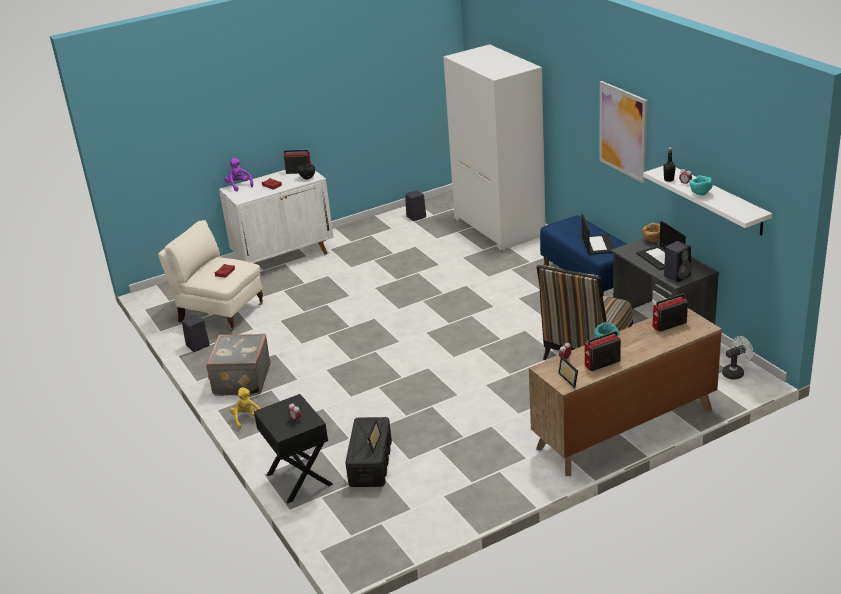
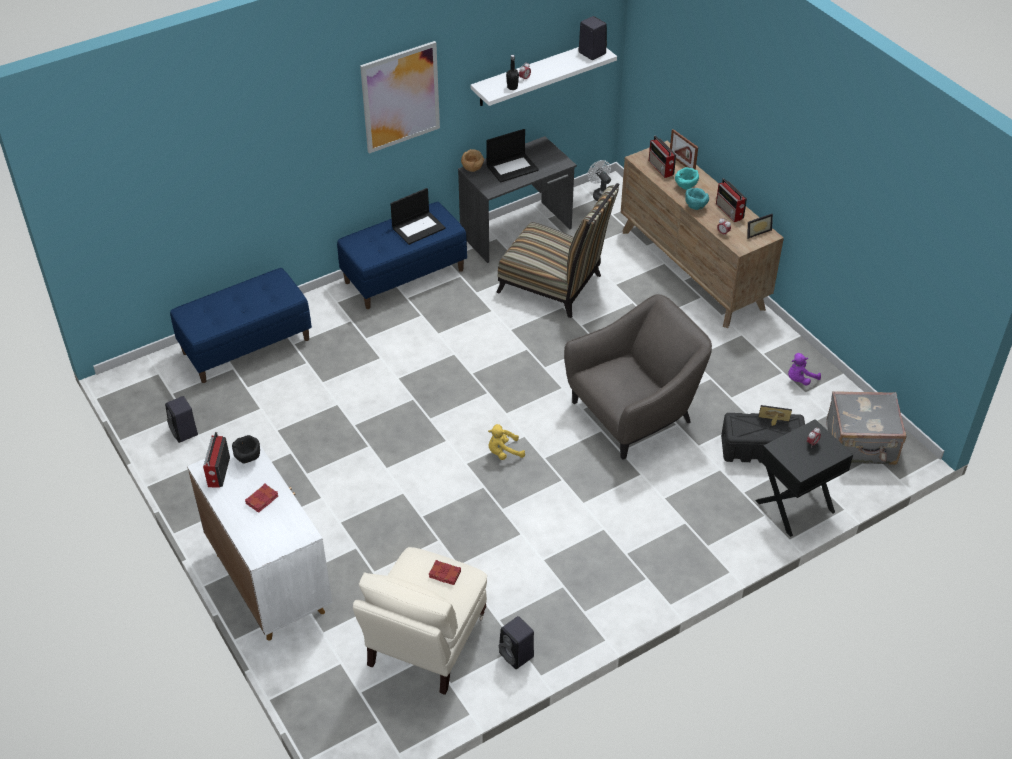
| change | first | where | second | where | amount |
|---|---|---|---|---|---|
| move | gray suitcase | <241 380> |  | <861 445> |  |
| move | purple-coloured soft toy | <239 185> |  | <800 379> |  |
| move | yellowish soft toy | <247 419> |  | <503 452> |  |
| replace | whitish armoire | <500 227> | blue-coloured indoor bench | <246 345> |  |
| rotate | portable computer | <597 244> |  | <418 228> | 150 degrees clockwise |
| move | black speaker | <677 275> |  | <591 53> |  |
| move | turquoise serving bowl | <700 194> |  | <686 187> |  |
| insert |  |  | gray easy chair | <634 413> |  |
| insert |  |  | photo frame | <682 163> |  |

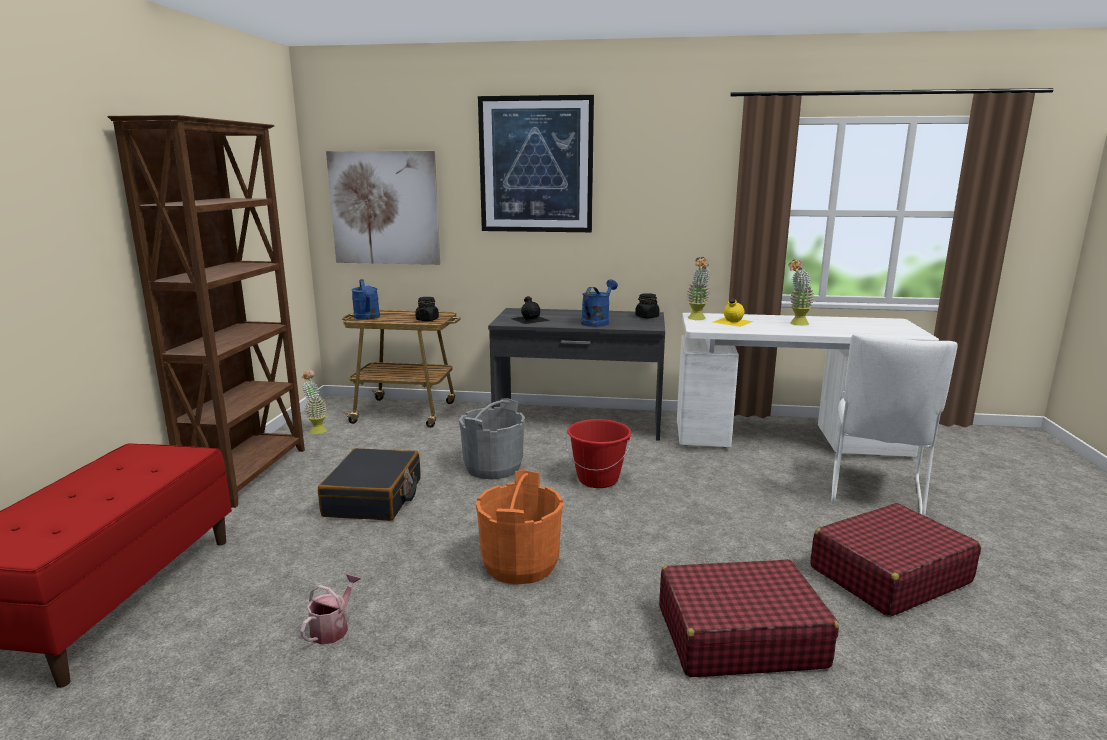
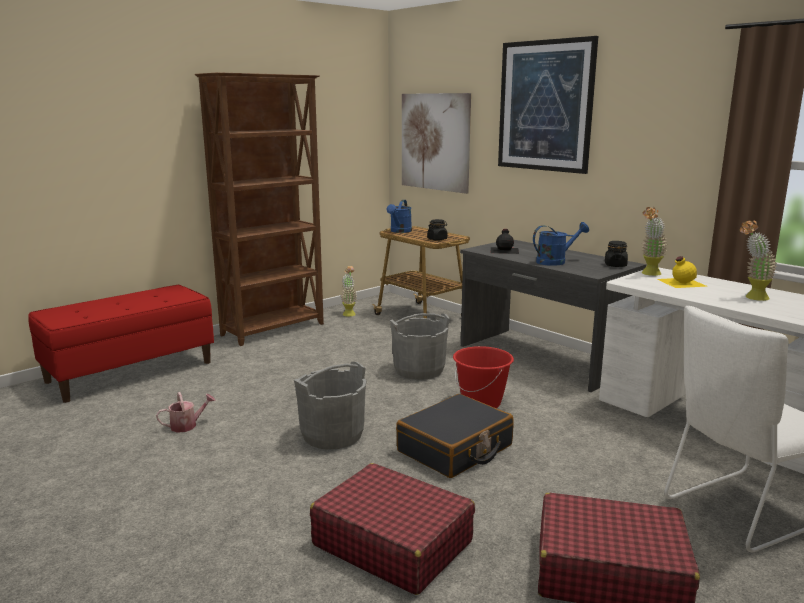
| change | first | where | second | where | amount |
|---|---|---|---|---|---|
| move | black suitcase | <374 498> |  | <455 449> |  |
| recolor | orangey pail | <520 564> | gray pail | <332 435> |  |

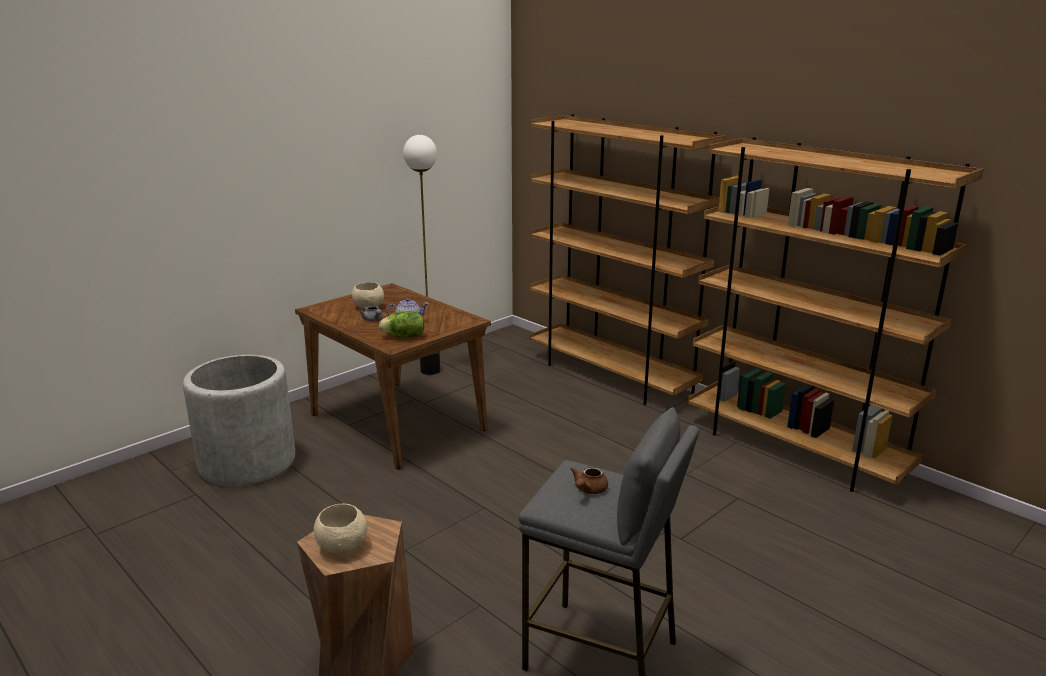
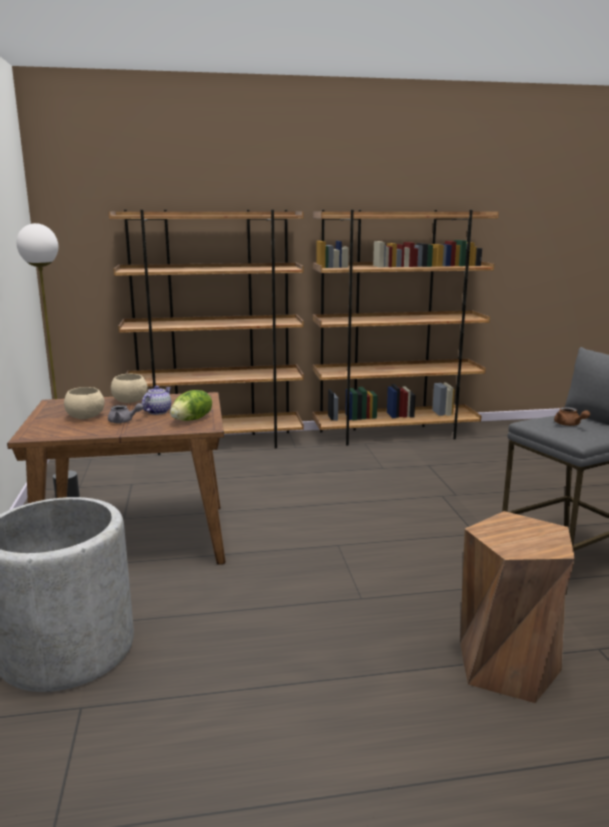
| change | first | where | second | where | amount |
|---|---|---|---|---|---|
| move | beige serving bowl | <341 546> |  | <130 401> |  |

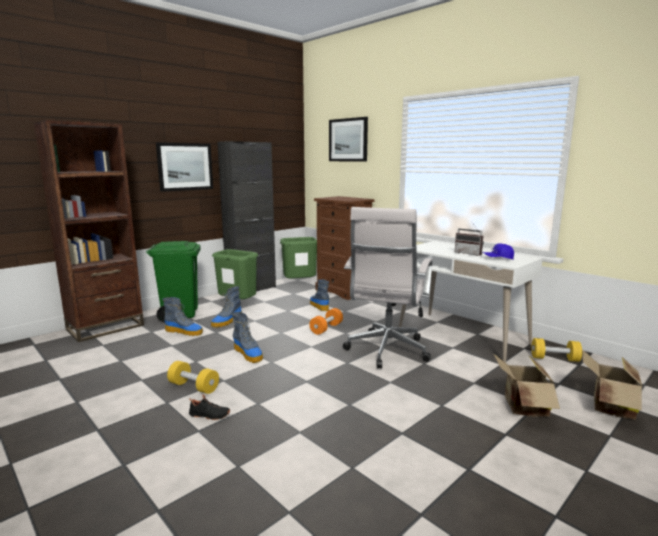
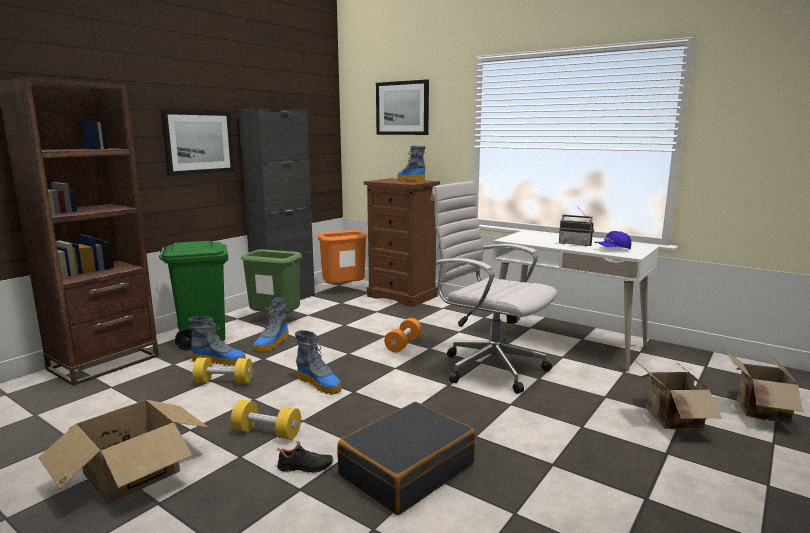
| change | first | where | second | where | amount |
|---|---|---|---|---|---|
| recolor | greenish rubbish bin | <300 284> | orangey rubbish bin | <344 290> |  |
| move | tall boot | <318 306> |  | <410 180> |  |
| rotate | whitish desk chair | <386 351> |  | <489 367> | 120 degrees clockwise |
| move | yellowish hand weight | <554 359> |  | <224 382> |  |
| insert |  |  | cardboard box | <131 472> |  |
| insert |  |  | black suitcase | <406 470> |  |

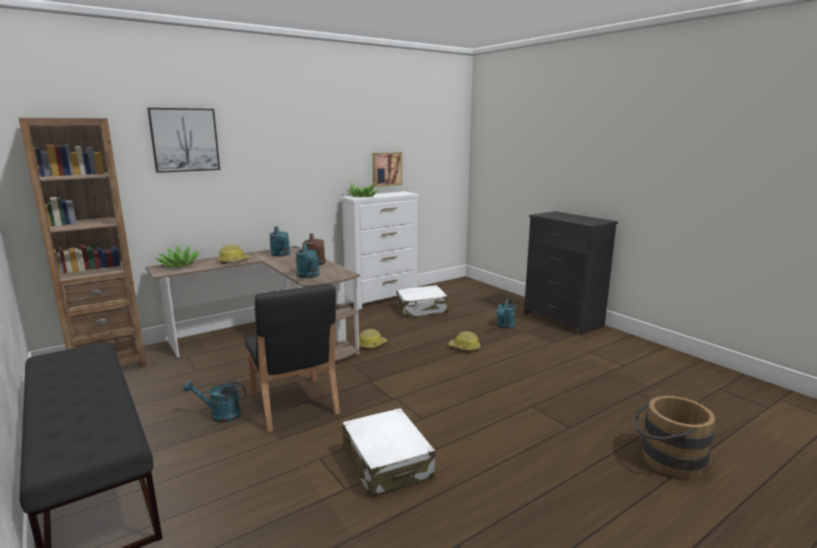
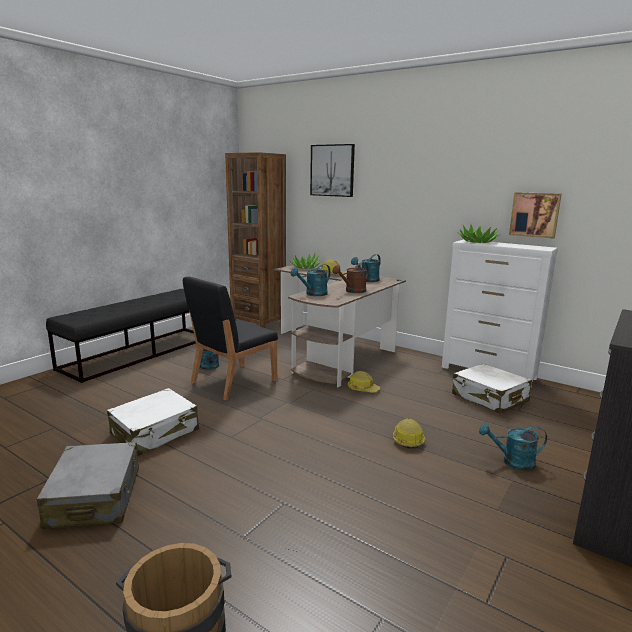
| change | first | where | second | where | amount |
|---|---|---|---|---|---|
| insert |  |  | gray suitcase | <95 497> |  |

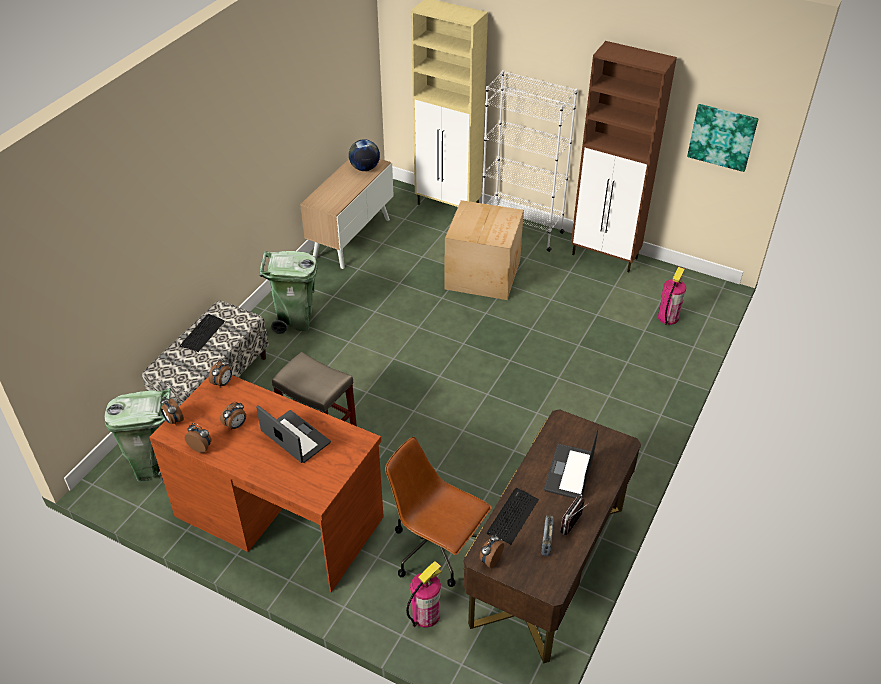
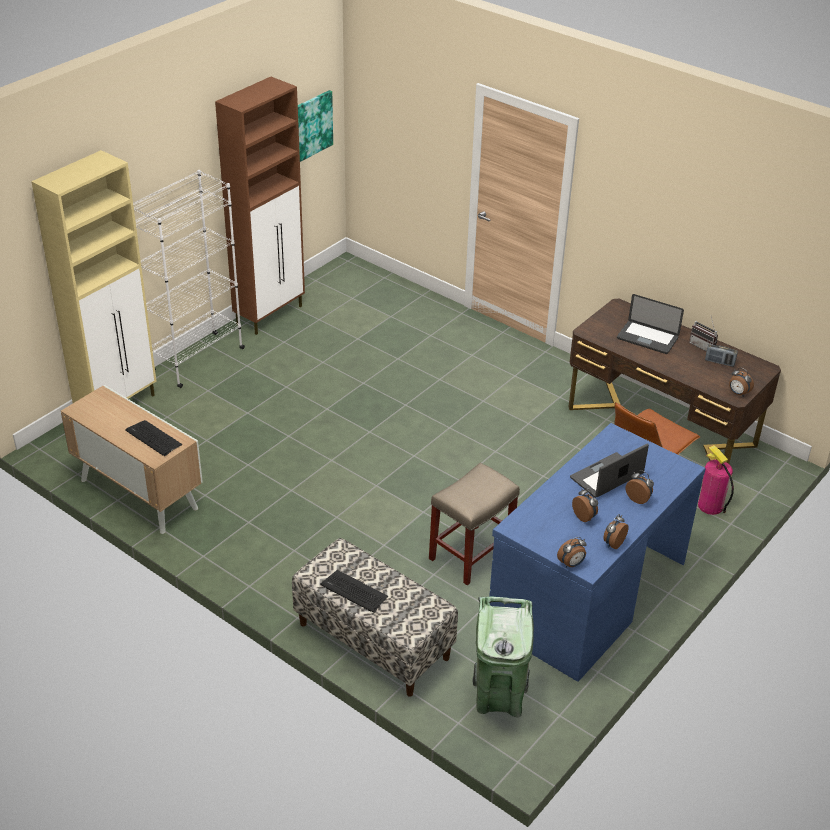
| change | first | where | second | where | amount |
|---|---|---|---|---|---|
| recolor | brownish desk | <279 515> | blue-coloured desk | <586 594> |  |
| move | table clock | <223 383> |  | <638 499> |  |
| delete | greenish rubbish bin | <295 320> |  |  |  |
| delete | world globe | <365 168> |  |  |  |
| delete | cardboard box | <484 274> |  |  |  |
| move | keyboard | <512 516> |  | <153 438> |  |
| delete | fire-fighting cylinder | <668 317> |  |  |  |

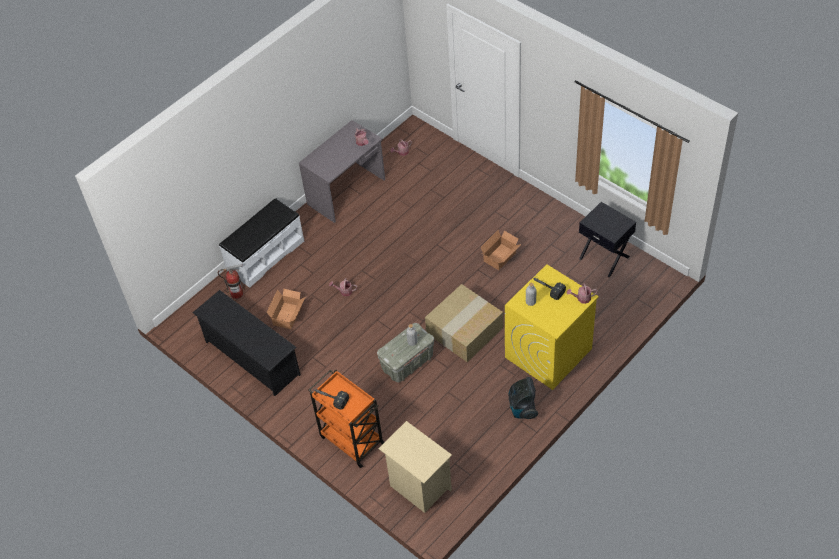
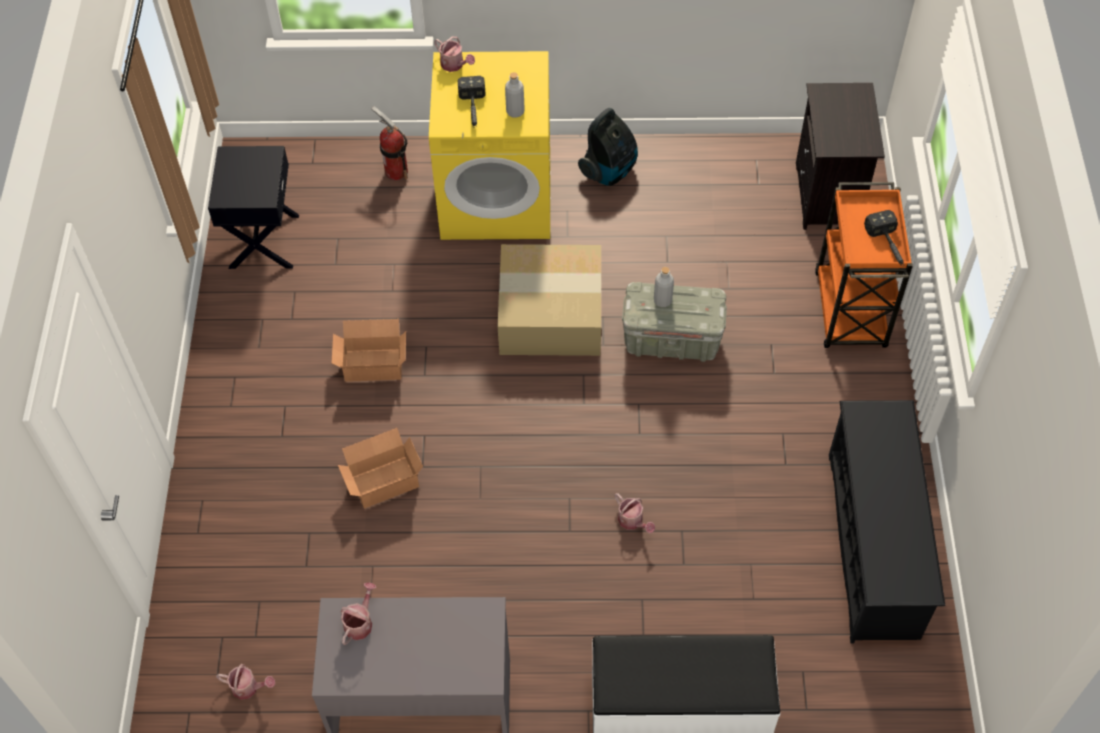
| change | first | where | second | where | amount |
|---|---|---|---|---|---|
| move | fire-fighting cylinder | <237 293> |  | <396 171> |  |
| move | cardboard box | <289 315> |  | <382 480> |  |
| recolor | beige bedside table | <418 487> | black bedside table | <829 196> |  |

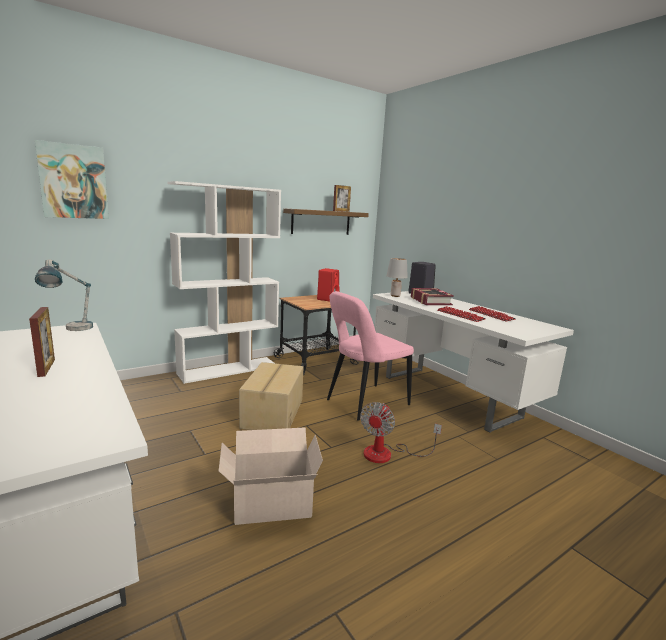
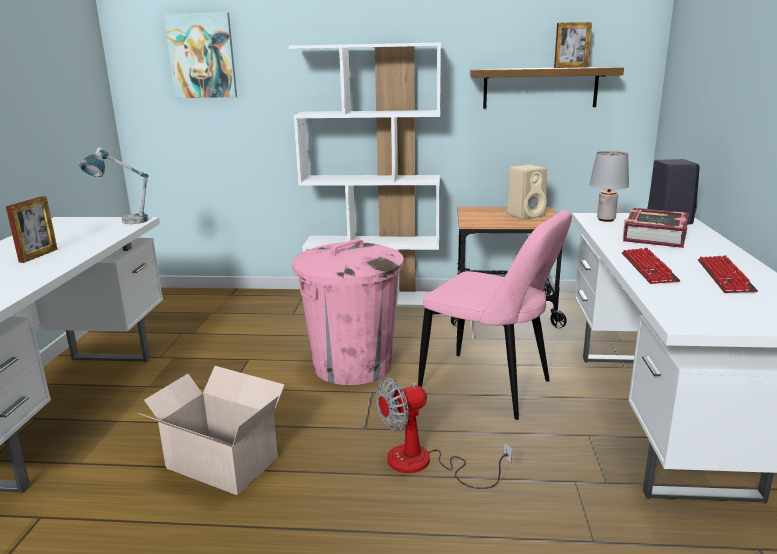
| change | first | where | second | where | amount |
|---|---|---|---|---|---|
| replace | cardboard box | <272 413> | pink rubbish bin | <352 365> |  |
| recolor | red speaker | <327 299> | beige speaker | <526 215> |  |
| rotate | pink chair | <364 403> |  | <490 387> | 150 degrees counterclockwise |

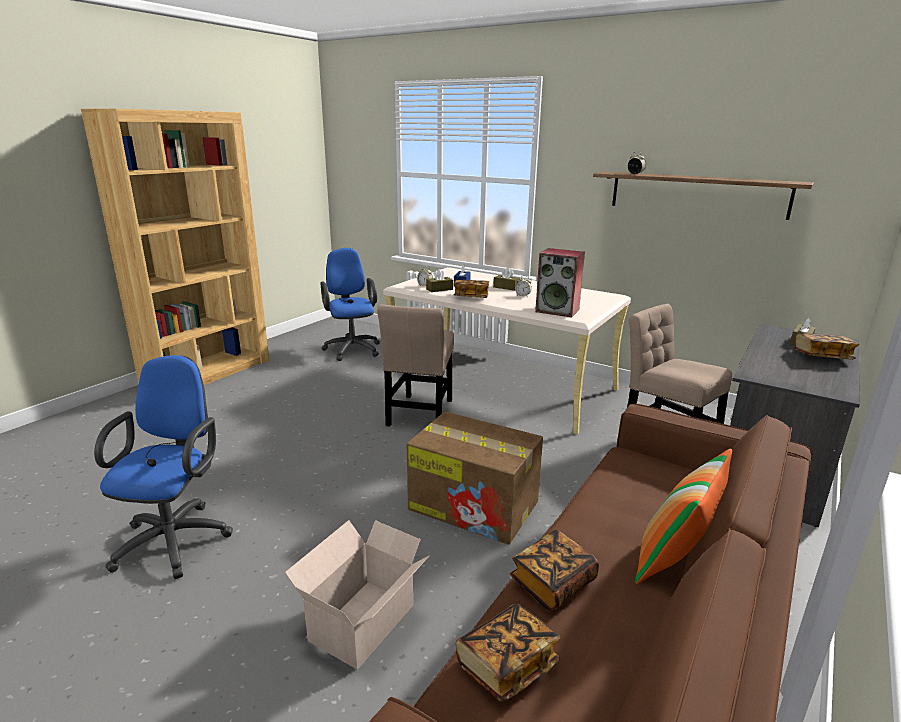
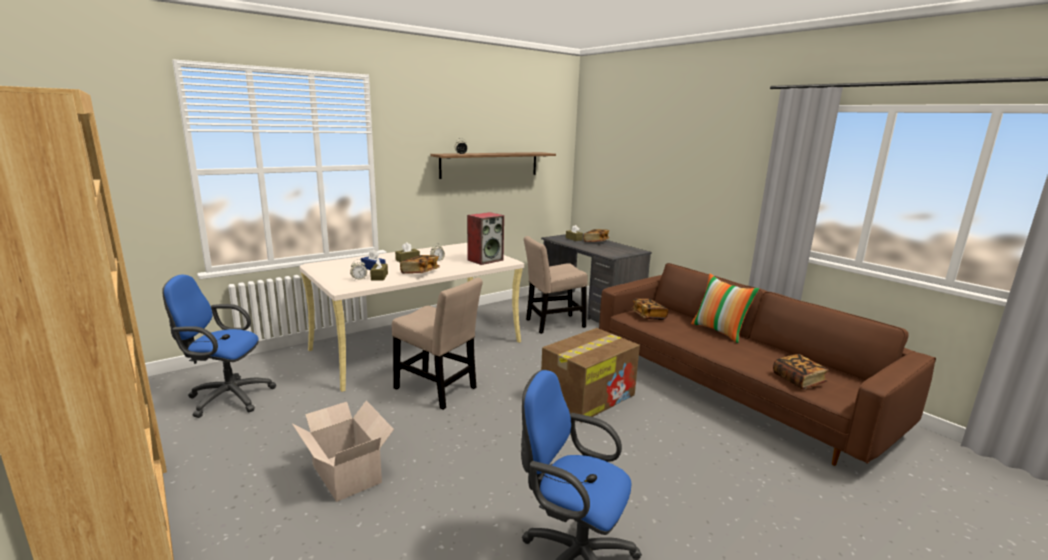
| change | first | where | second | where | amount |
|---|---|---|---|---|---|
| move | cardboard box | <365 620> |  | <346 472> |  |
| move | bound book | <552 583> |  | <648 316> |  |

